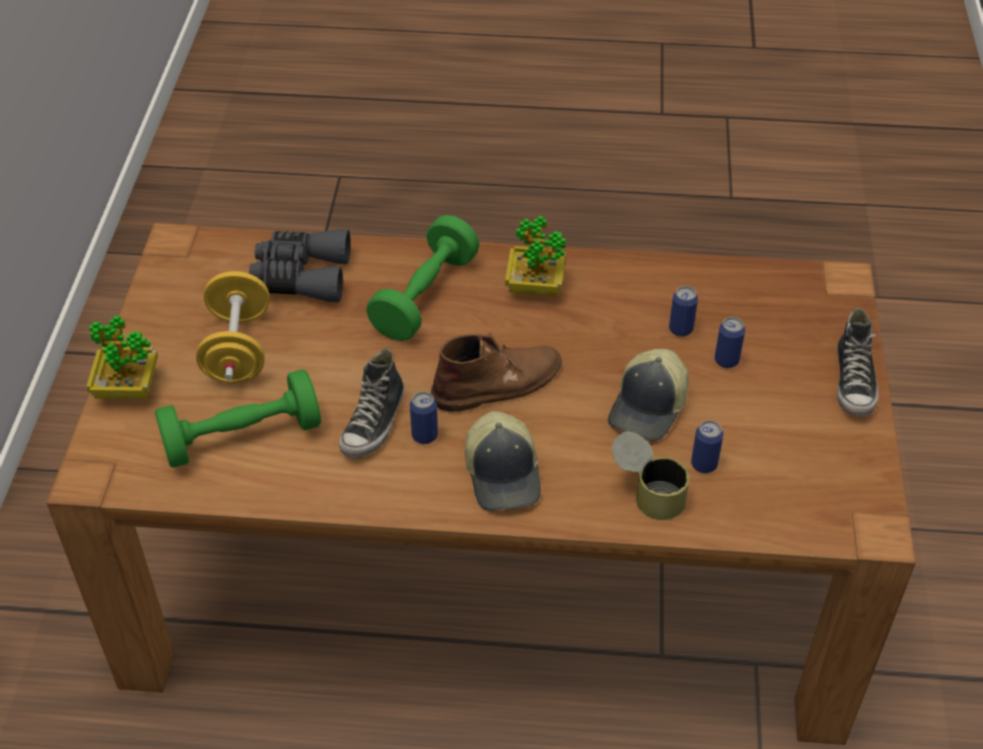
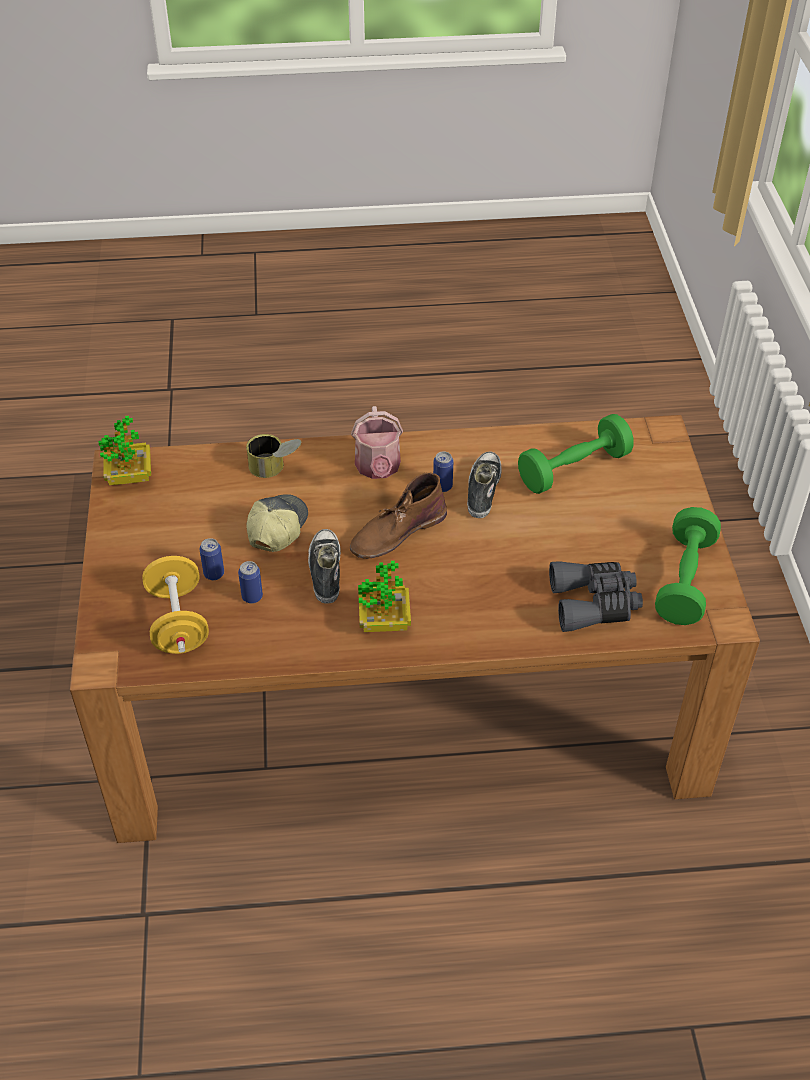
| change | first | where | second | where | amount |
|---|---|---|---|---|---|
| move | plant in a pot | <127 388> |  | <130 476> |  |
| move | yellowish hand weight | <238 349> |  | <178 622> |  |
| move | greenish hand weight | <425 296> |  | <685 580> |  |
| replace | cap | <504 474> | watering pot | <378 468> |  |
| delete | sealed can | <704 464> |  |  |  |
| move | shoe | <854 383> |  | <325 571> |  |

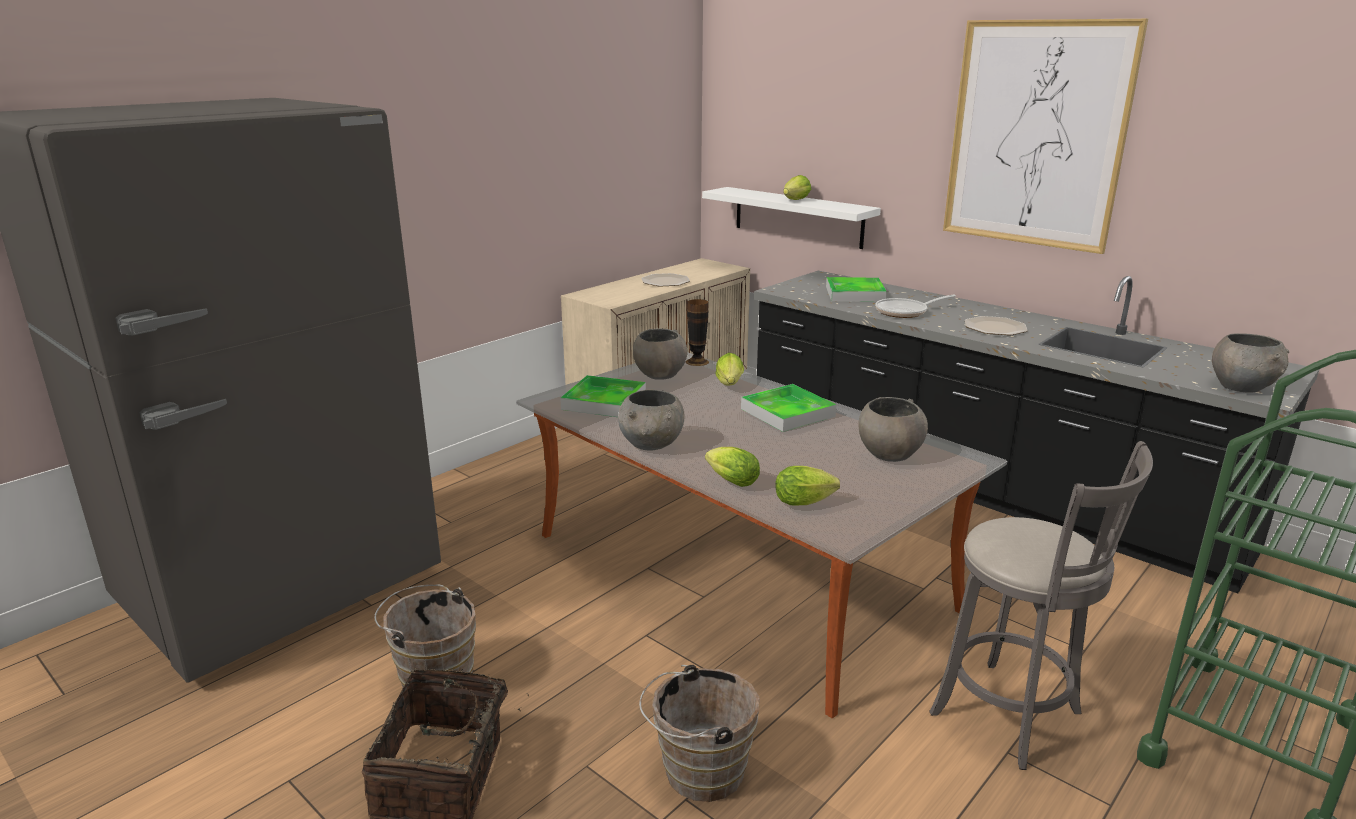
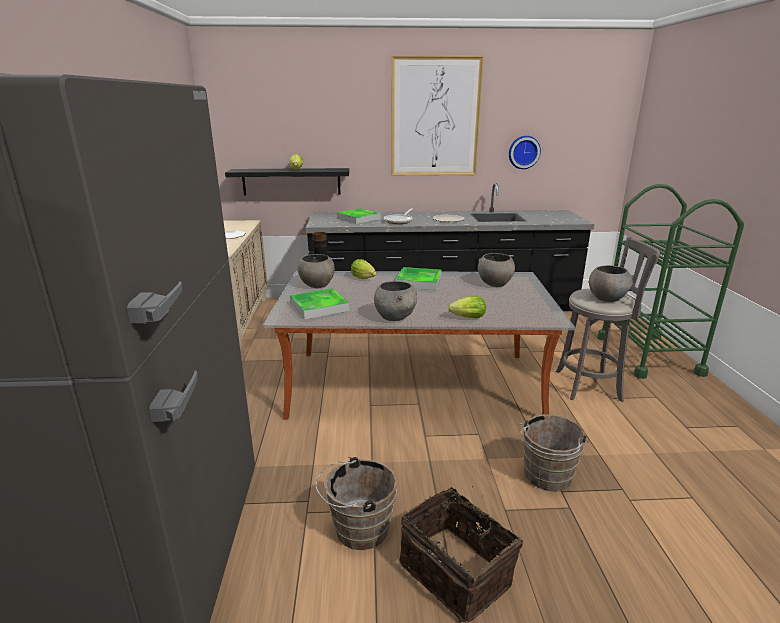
| change | first | where | second | where | amount |
|---|---|---|---|---|---|
| recolor | whitish wall shelf | <798 217> | black wall shelf | <291 181> |  |
| delete | lettuce | <807 502> |  |  |  |
| move | gray serving bowl | <1241 387> |  | <607 298> |  |
| insert |  |  | wall clock | <523 152> |  |

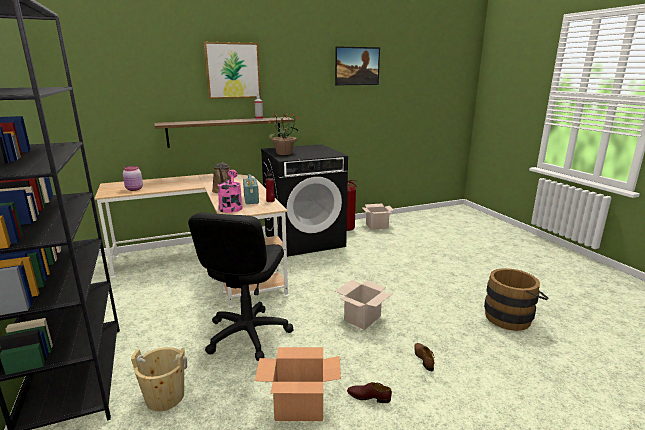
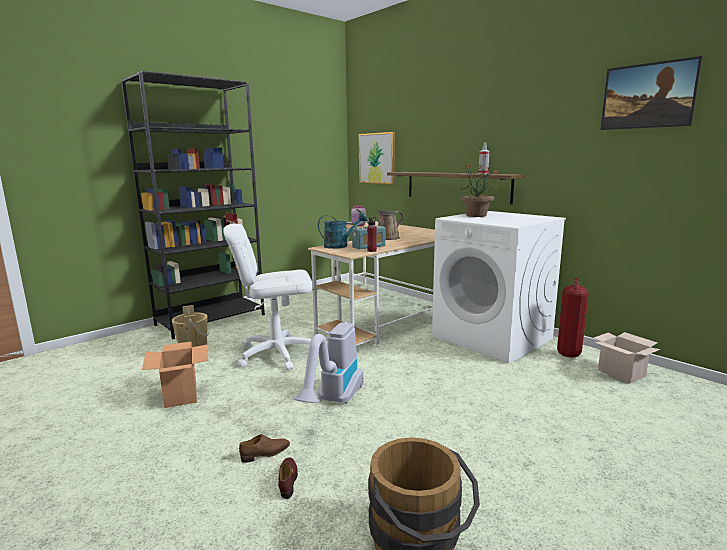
| change | first | where | second | where | amount |
|---|---|---|---|---|---|
| recolor | black desk chair | <247 334> | whitish desk chair | <276 354> |  |
| move | wall picture | <233 70> |  | <377 158> |  |
| recolor | pink watering pot | <231 207> | turquoise watering pot | <340 245> |  |
| recolor | black washing machine | <304 240> | whitish washing machine | <492 337> |  |
| replace | cardboard box | <362 318> | vacuum cleaner | <333 402> |  |
| move | brownish shoe | <368 396> |  | <288 480> |  |

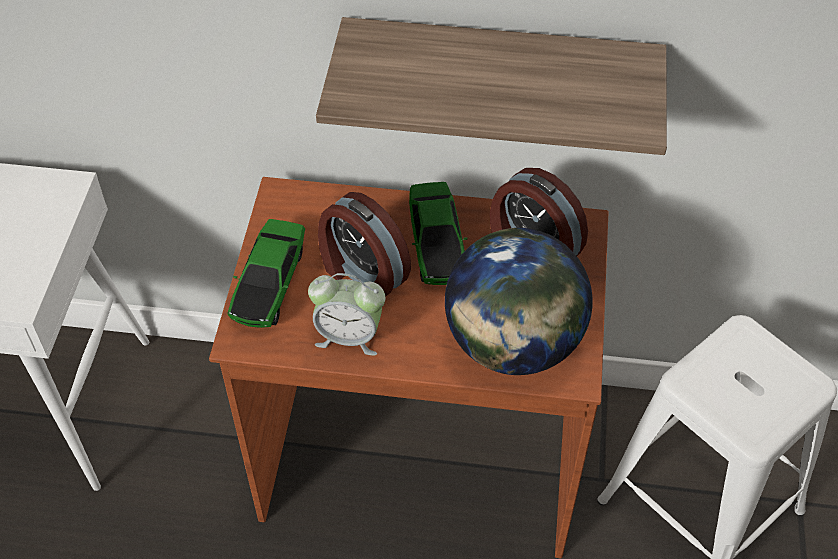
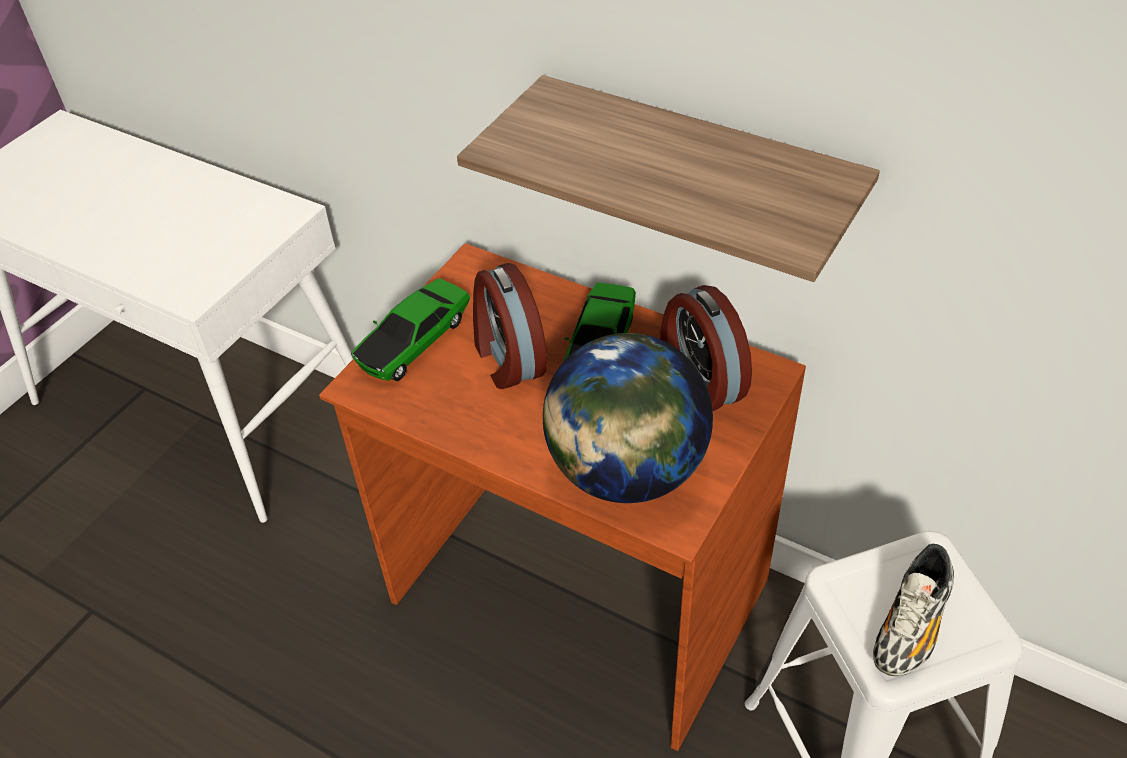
| change | first | where | second | where | amount |
|---|---|---|---|---|---|
| delete | table clock | <349 336> |  |  |  |
| insert |  |  | shoe | <911 625> |  |

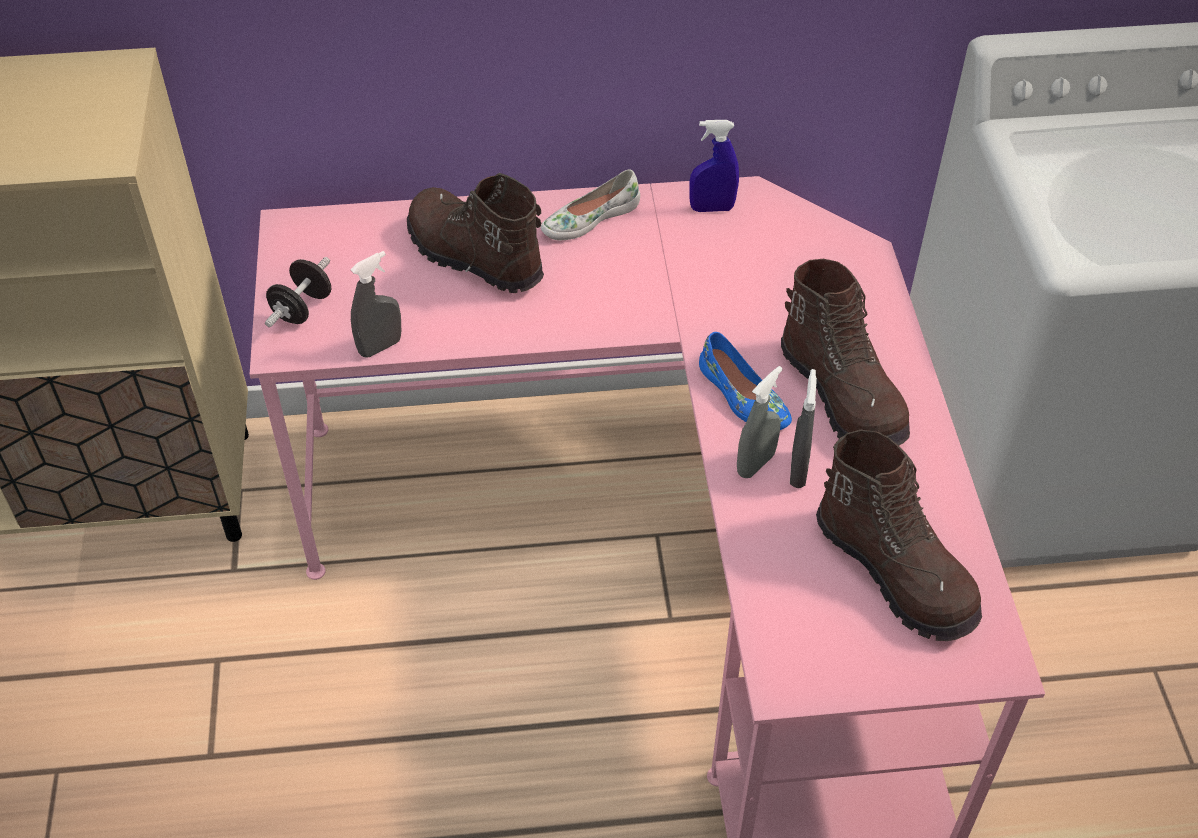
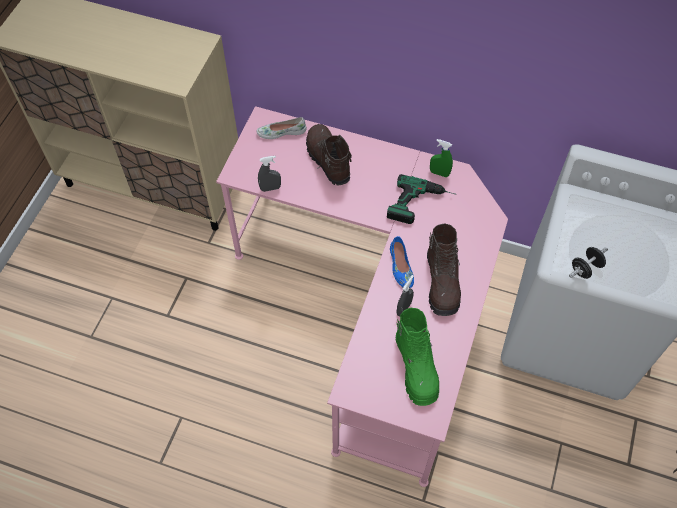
| change | first | where | second | where | amount |
|---|---|---|---|---|---|
| move | black hand weight | <302 308> |  | <585 268> |  |
| move | whitish shoe | <589 218> |  | <281 131> |  |
| recolor | blue-coloured spray bottle | <712 208> | greenish spray bottle | <439 173> |  |
| delete | gray spray bottle | <755 464> |  |  |  |
| recolor | brownish tall boot | <896 572> | greenish tall boot | <416 367> |  |
| insert |  |  | electric drill | <421 205> |  |

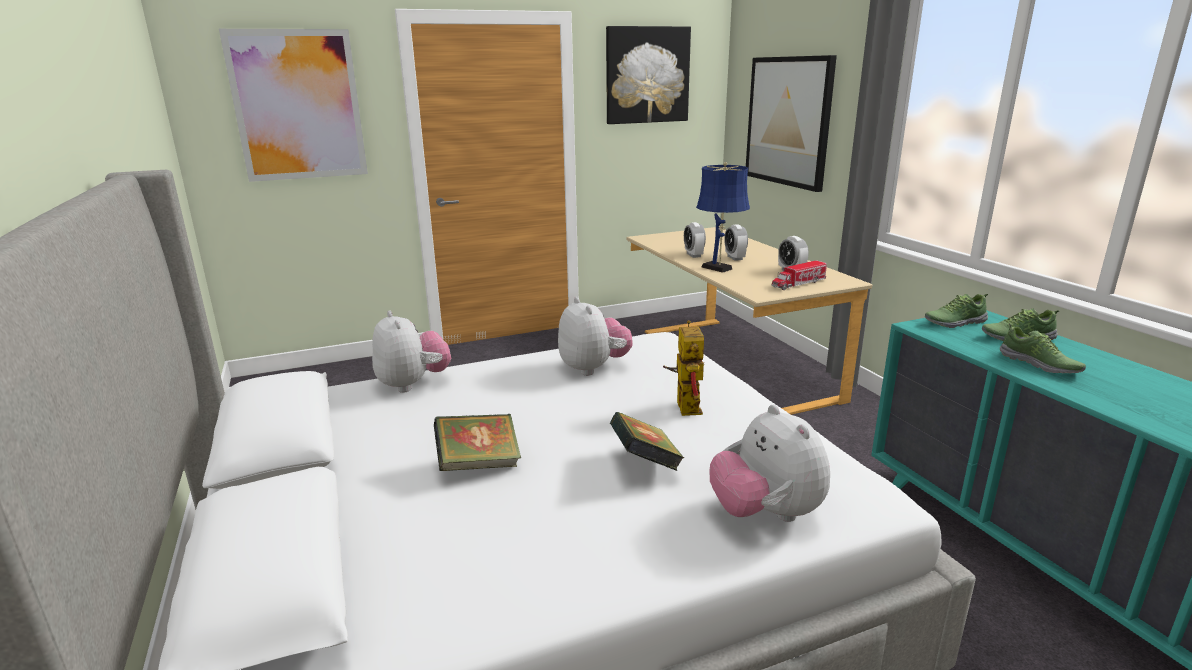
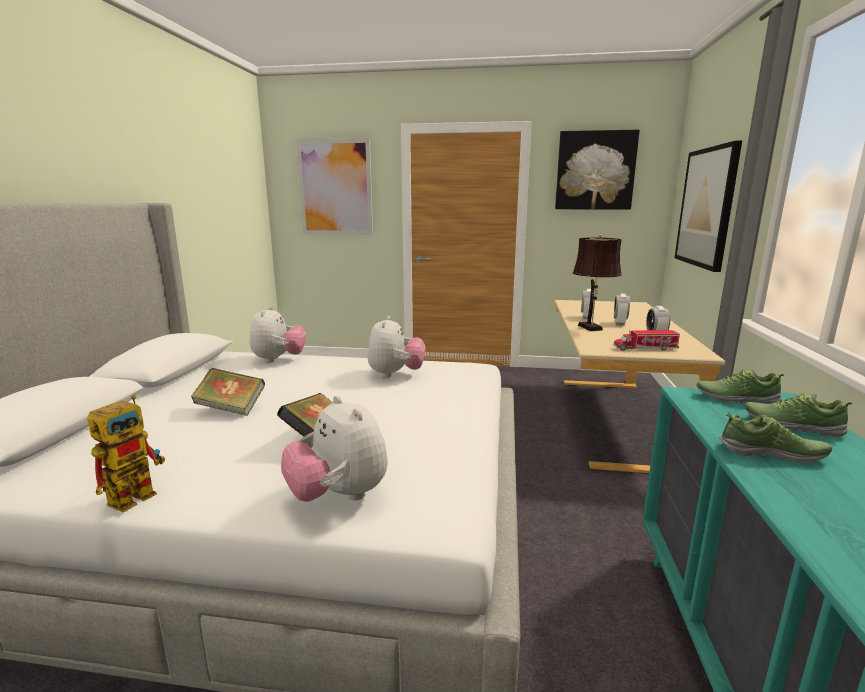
| change | first | where | second | where | amount |
|---|---|---|---|---|---|
| move | robot figure | <684 404> |  | <138 493> |  |
| recolor | blue-coloured tabletop lamp | <719 269> | brownish tabletop lamp | <591 328> |  |
| rotate | soft toy | <765 513> |  | <338 496> | 45 degrees counterclockwise |
| rotate | shoe | <1039 365> |  | <772 453> | 75 degrees counterclockwise |

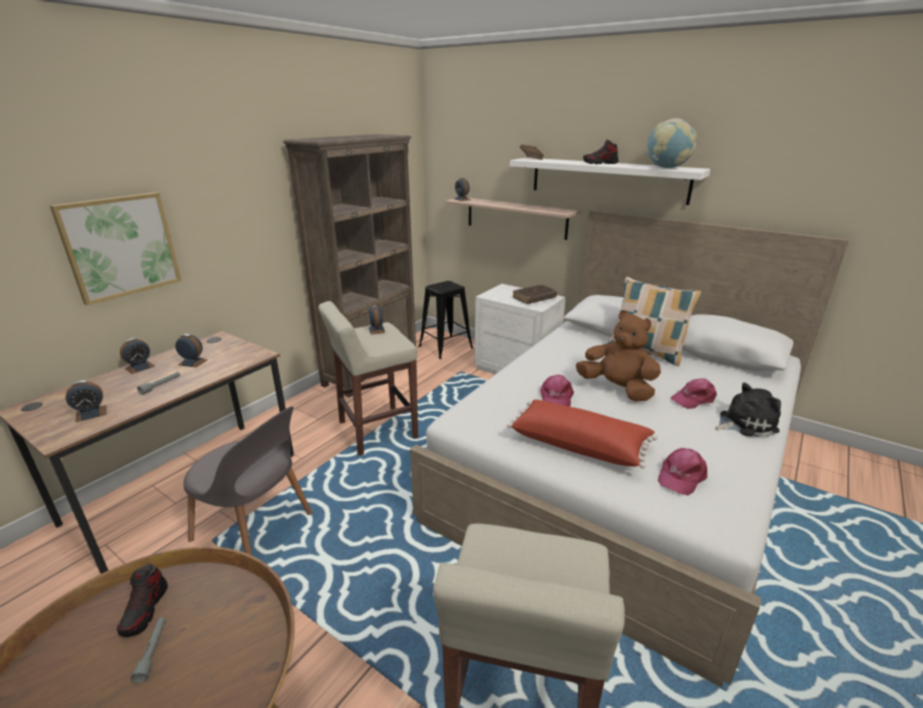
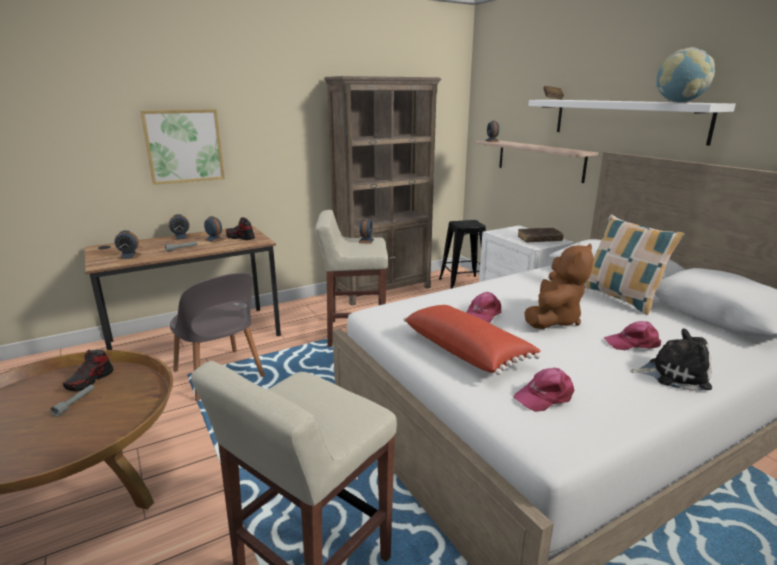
| change | first | where | second | where | amount |
|---|---|---|---|---|---|
| rotate | brownish soft toy | <617 389> |  | <553 320> | 60 degrees clockwise |
| move | shoe | <600 163> |  | <240 237> |  |

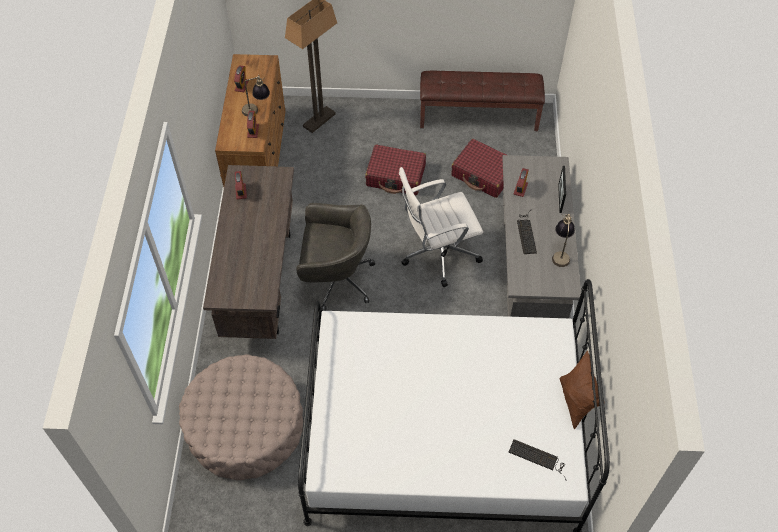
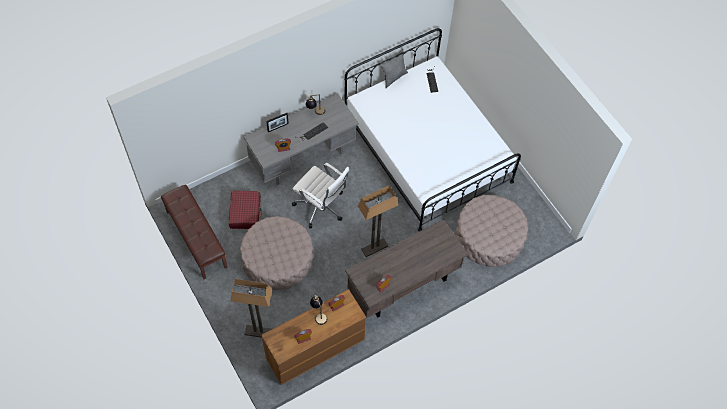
| change | first | where | second | where | amount |
|---|---|---|---|---|---|
| replace | gray desk chair | <336 279> | floor lamp | <374 247> |  |
| replace | red suitcase | <396 176> | beige ottoman | <277 259> |  |
| recolor | brownish cushion | <576 402> | gray cushion | <393 77> |  |

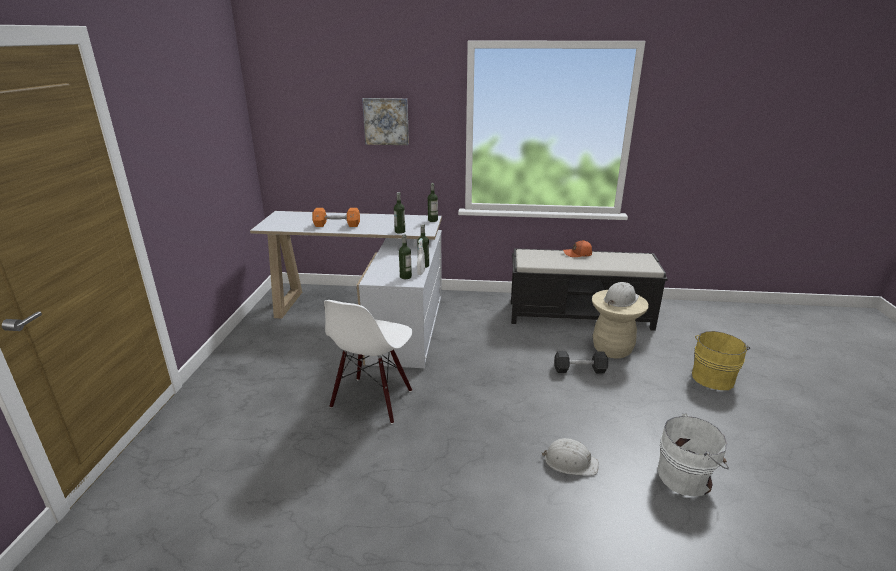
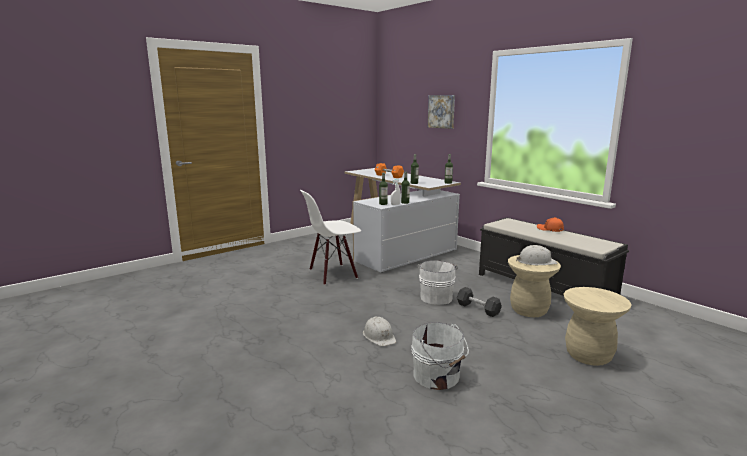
| change | first | where | second | where | amount |
|---|---|---|---|---|---|
| replace | yellowish pail | <713 377> | beige stool seat | <588 355> |  |
| insert |  |  | whitish pail | <436 297> |  |

